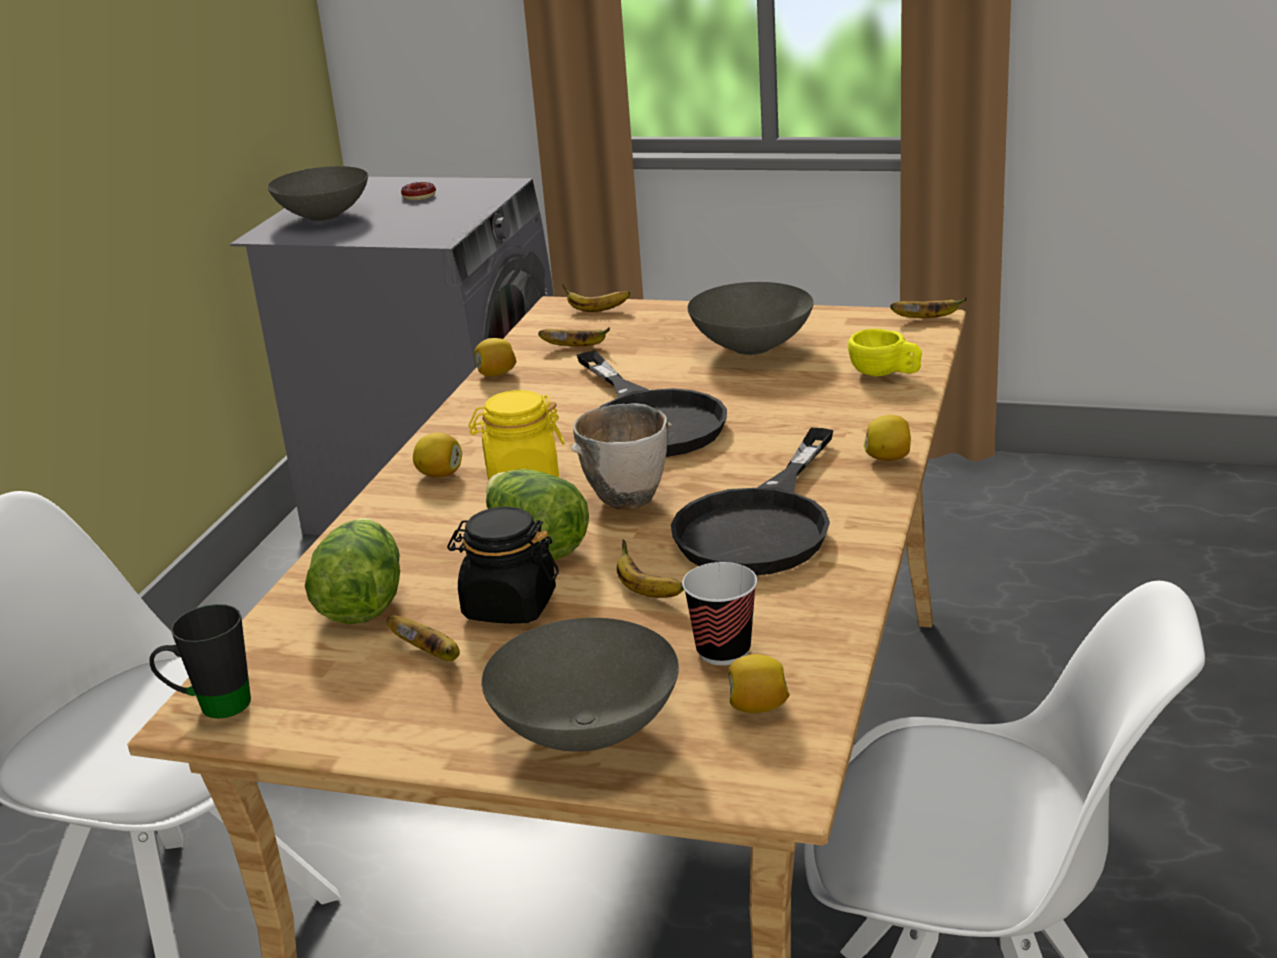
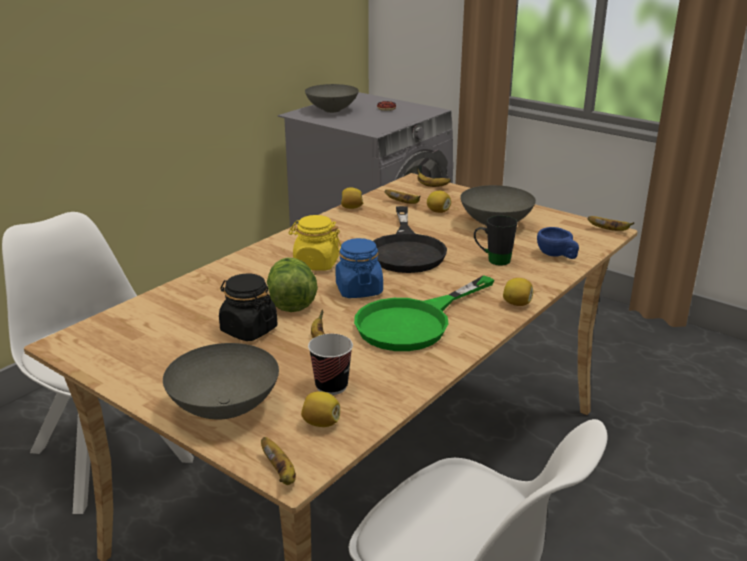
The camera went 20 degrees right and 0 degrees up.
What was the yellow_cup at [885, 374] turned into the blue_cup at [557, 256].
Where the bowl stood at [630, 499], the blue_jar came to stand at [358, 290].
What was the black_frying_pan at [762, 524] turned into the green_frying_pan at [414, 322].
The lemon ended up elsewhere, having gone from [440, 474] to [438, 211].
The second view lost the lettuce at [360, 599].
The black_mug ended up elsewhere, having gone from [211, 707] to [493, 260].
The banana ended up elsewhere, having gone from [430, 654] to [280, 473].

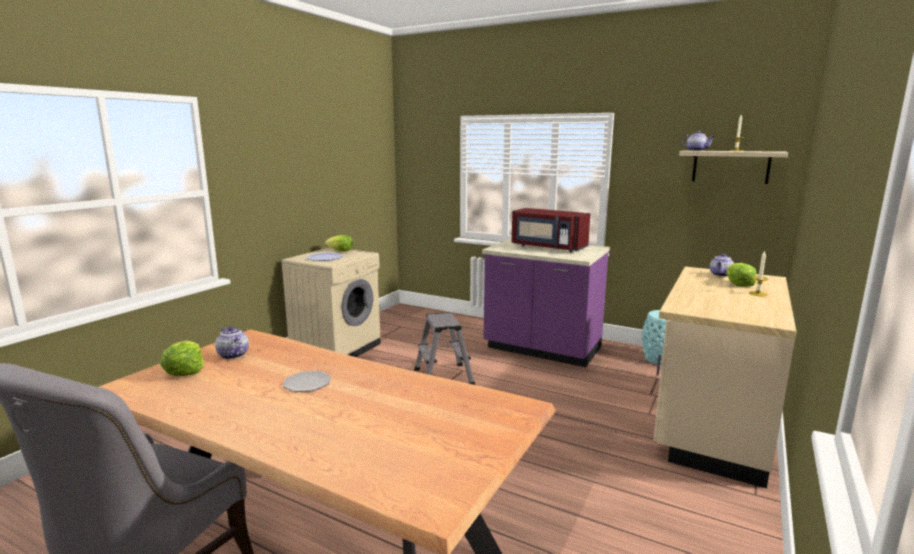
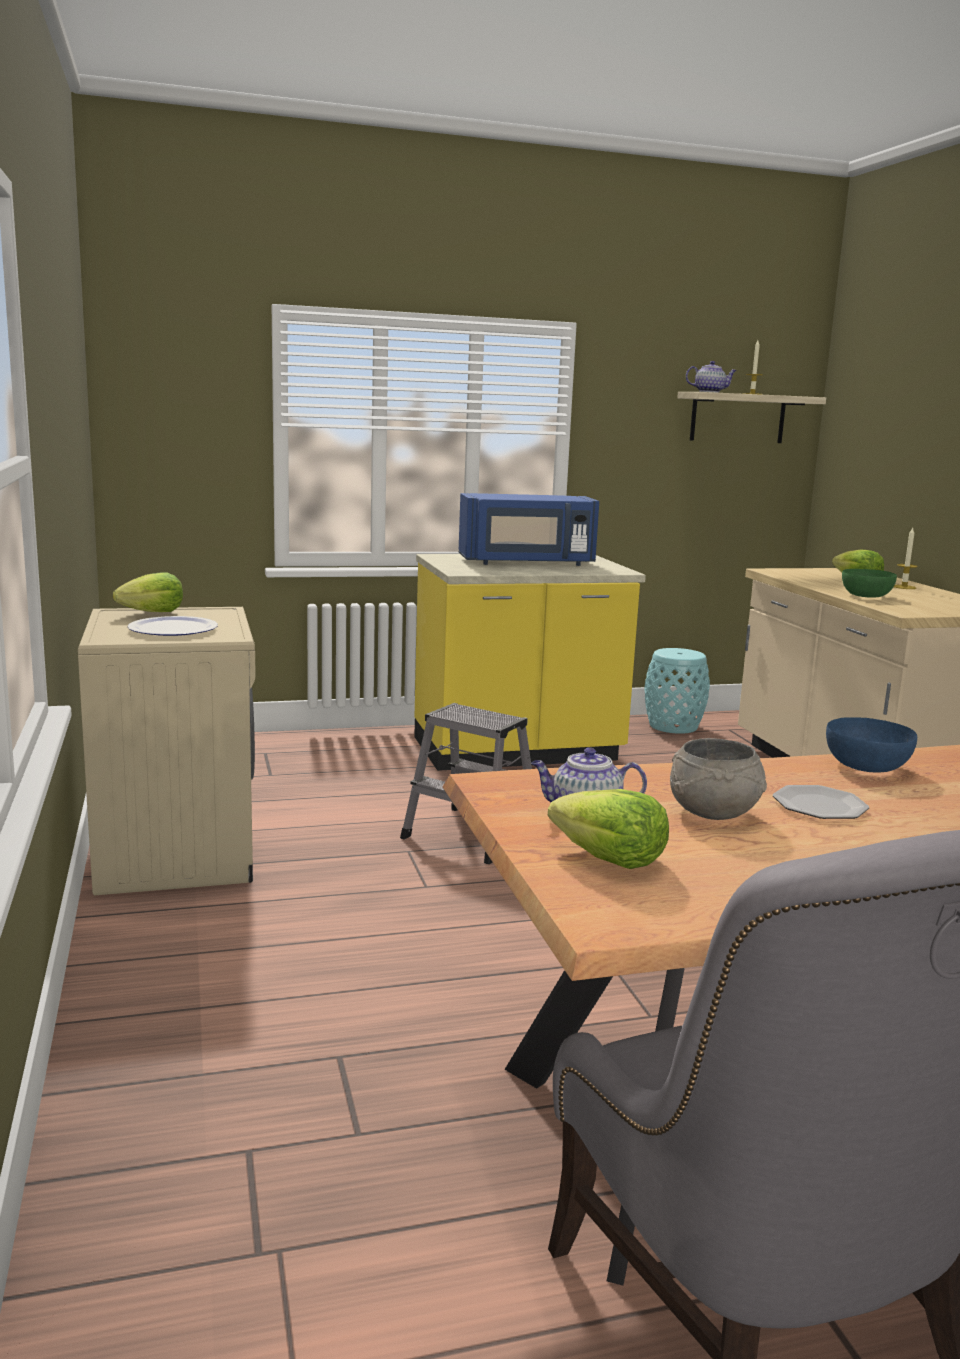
The camera went 45 degrees left and 0 degrees up.
What was the red_microwave at [548, 247] turned into the blue_microwave at [527, 563].
What was the purple_counter at [542, 349] turned into the yellow_counter at [517, 752].
The second view lost the teapot at [721, 275].
The second view gained the green_bowl at [867, 596].
The second view gained the blue_bowl at [867, 767].
The second view gained the grey_bowl at [714, 813].

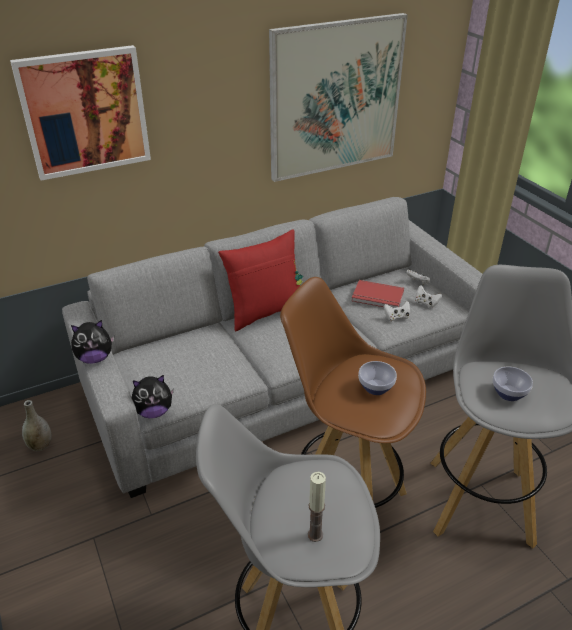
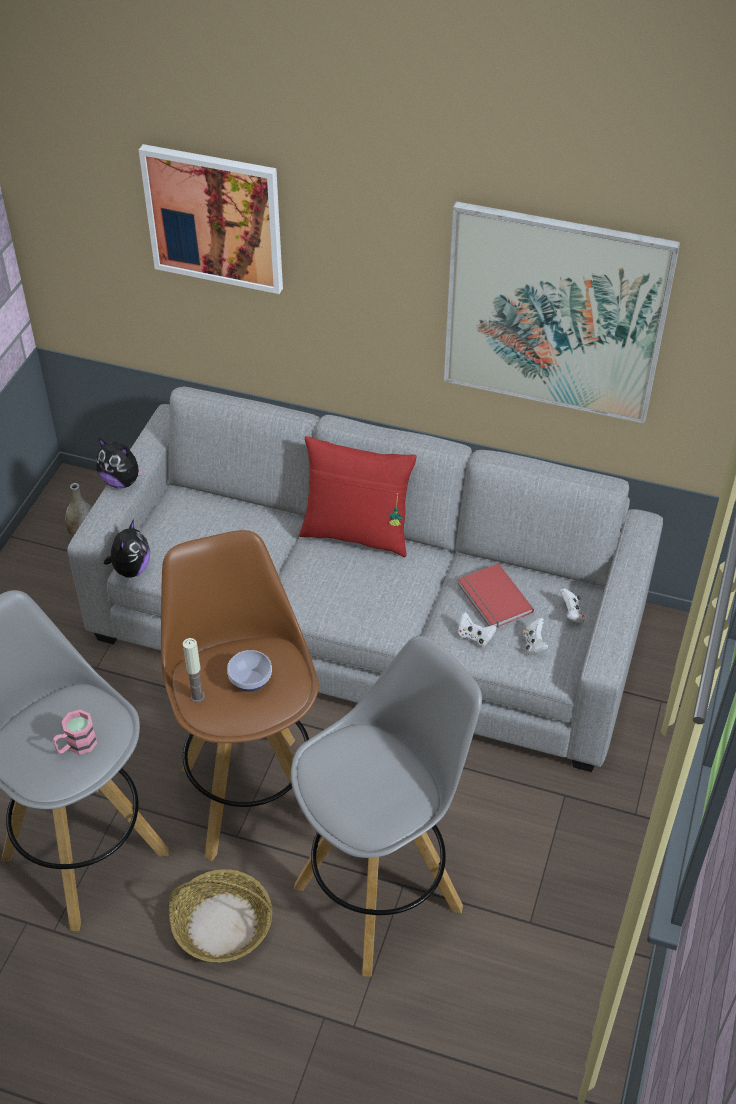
The camera went 45 degrees right and 10 degrees up.
The second view lost the bowl at [510, 394].
The plush_toy at [154, 411] ended up facing another way, 105 degrees counterclockwise from before.
The candle ended up elsewhere, having gone from [315, 535] to [197, 696].
The second view gained the pink_mug at [76, 746].
The second view gained the basket at [222, 925].

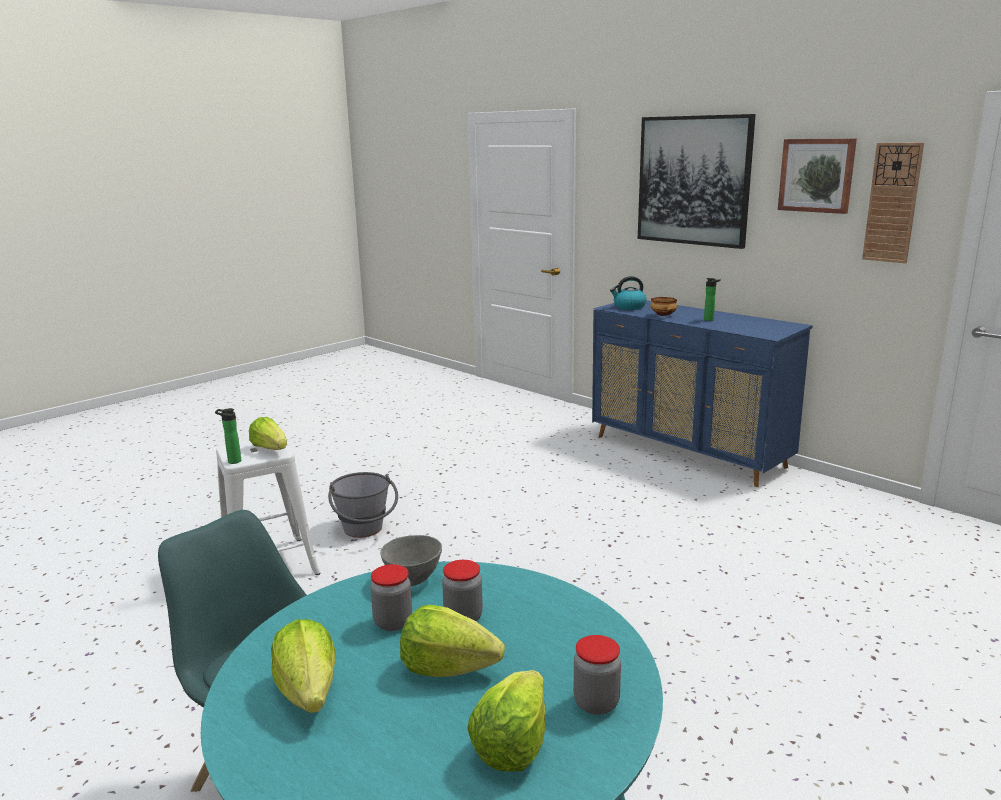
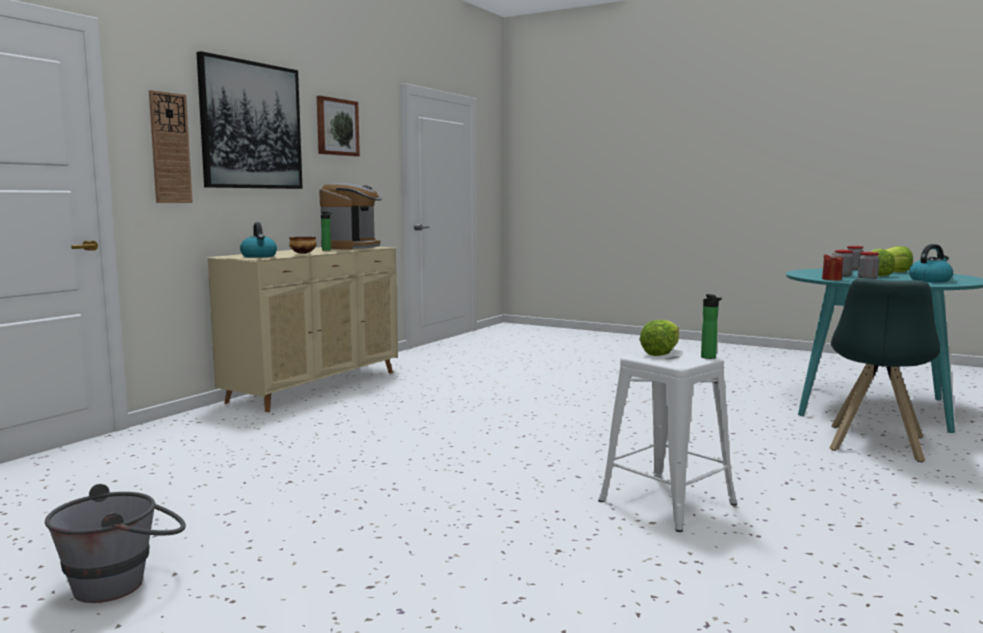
The camera went 105 degrees left and 10 degrees down.
The wall_clock ended up elsewhere, having gone from [892, 203] to [170, 148].
What was the blue_cabinet at [688, 451] turned into the beige_cabinet at [315, 387].
The grey_bucket ended up elsewhere, having gone from [365, 532] to [124, 582].
Where the grey_bowl stood at [413, 579], the red_candle came to stand at [831, 279].
Where the lettuce stood at [308, 692], the kettle came to stand at [930, 280].
The second view gained the coffee_machine at [351, 247].

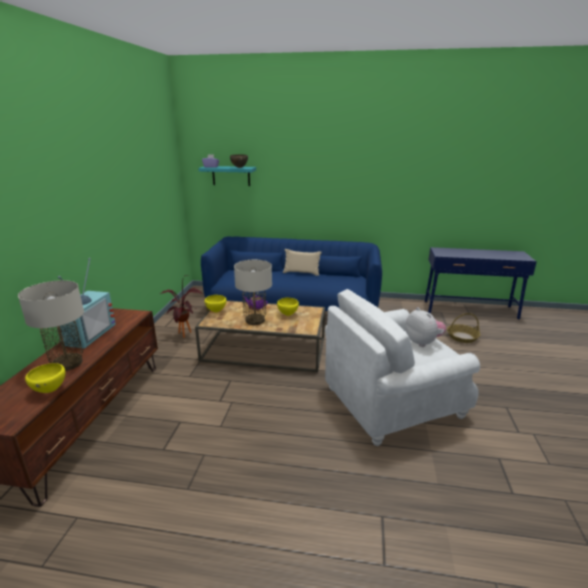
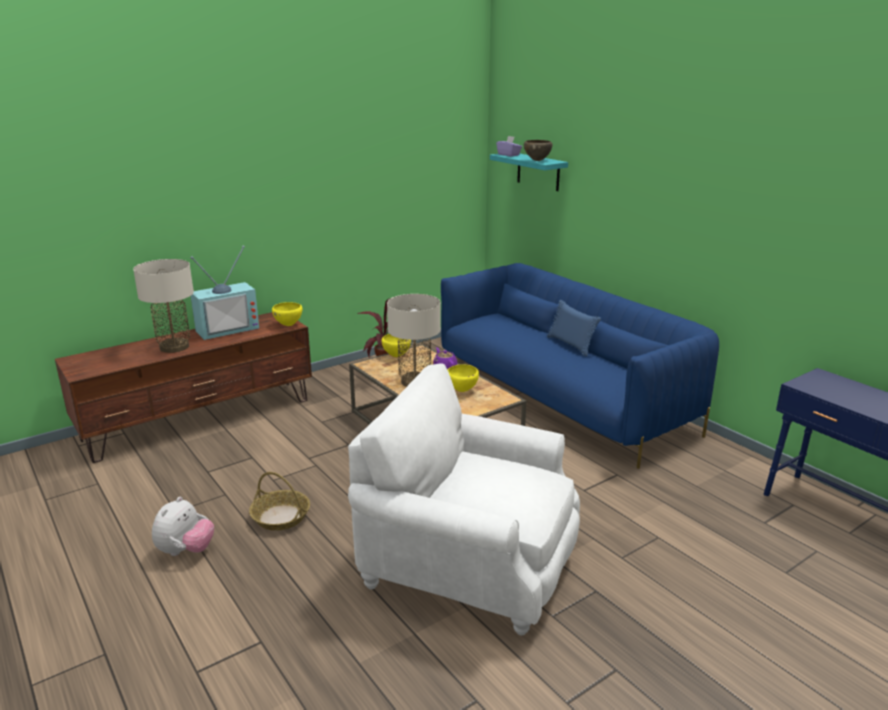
The camera went 45 degrees right and 0 degrees up.
What was the beige_pillow at [301, 273] turned into the blue_pillow at [571, 345].
The plush_toy ended up elsewhere, having gone from [423, 342] to [186, 551].
The basket ended up elsewhere, having gone from [462, 337] to [281, 517].
The yellow_bowl ended up elsewhere, having gone from [50, 390] to [288, 325].

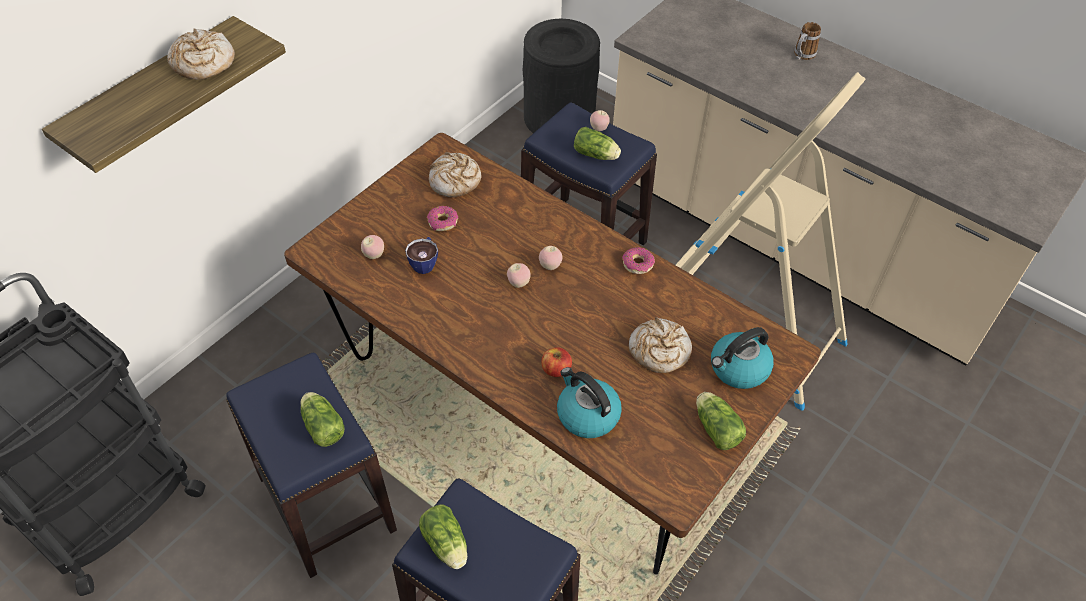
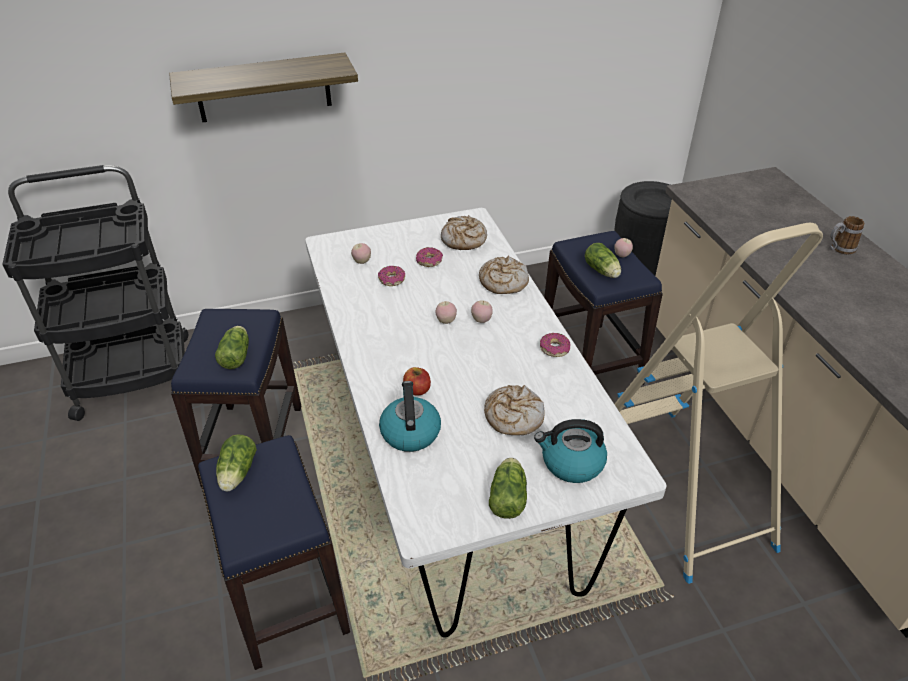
The camera went 35 degrees right and 10 degrees down.
The bread ended up elsewhere, having gone from [202, 63] to [503, 282].
What was the brown_dining_table at [538, 412] turned into the white_dining_table at [451, 464].
Where the cup stood at [425, 262], the donut came to stand at [391, 280].

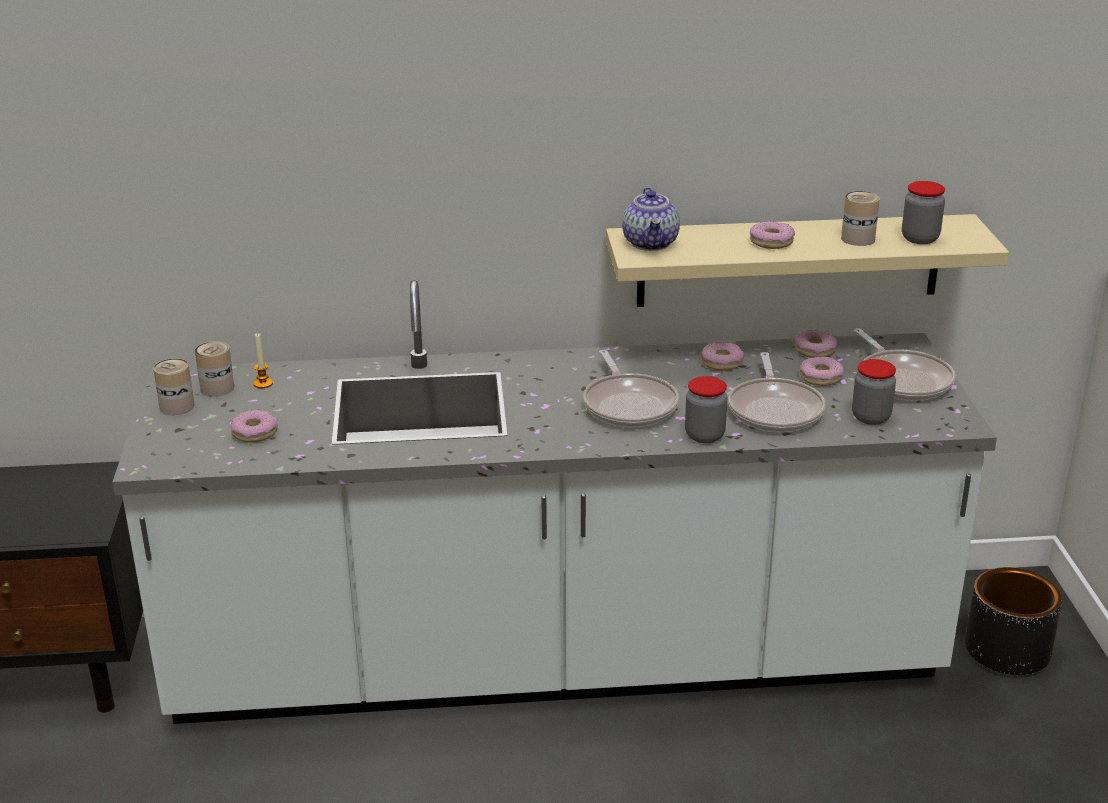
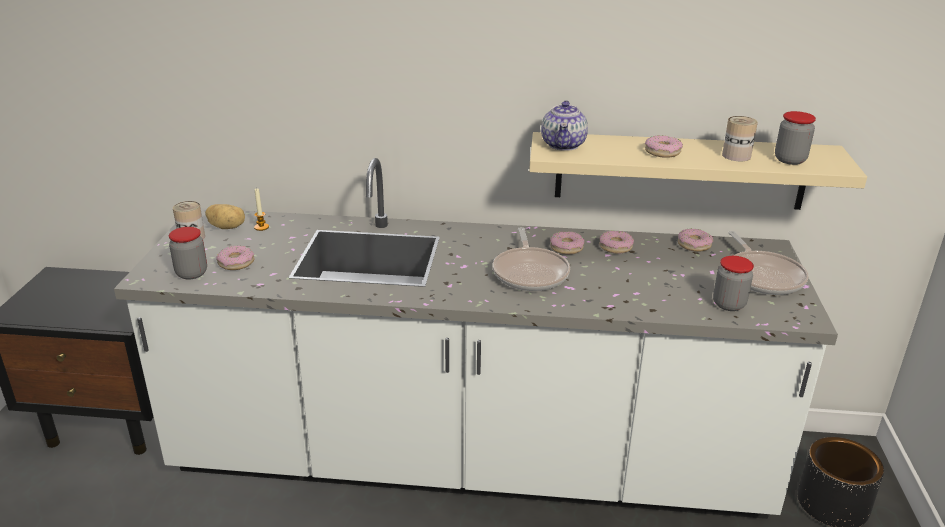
The camera went 10 degrees right and 0 degrees up.
Where the can stood at [217, 388], the potato came to stand at [227, 227].
The second view lost the frying_pan at [775, 409].
The donut ended up elsewhere, having gone from [820, 377] to [566, 248].
The jar ended up elsewhere, having gone from [704, 435] to [191, 273].

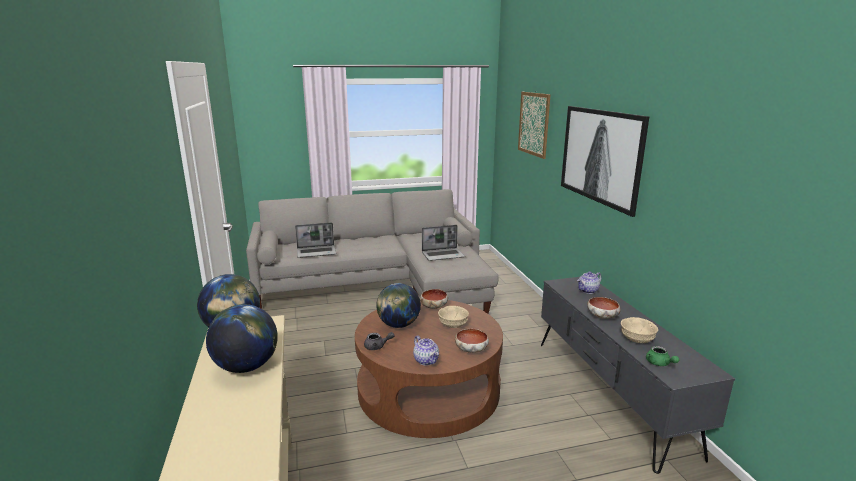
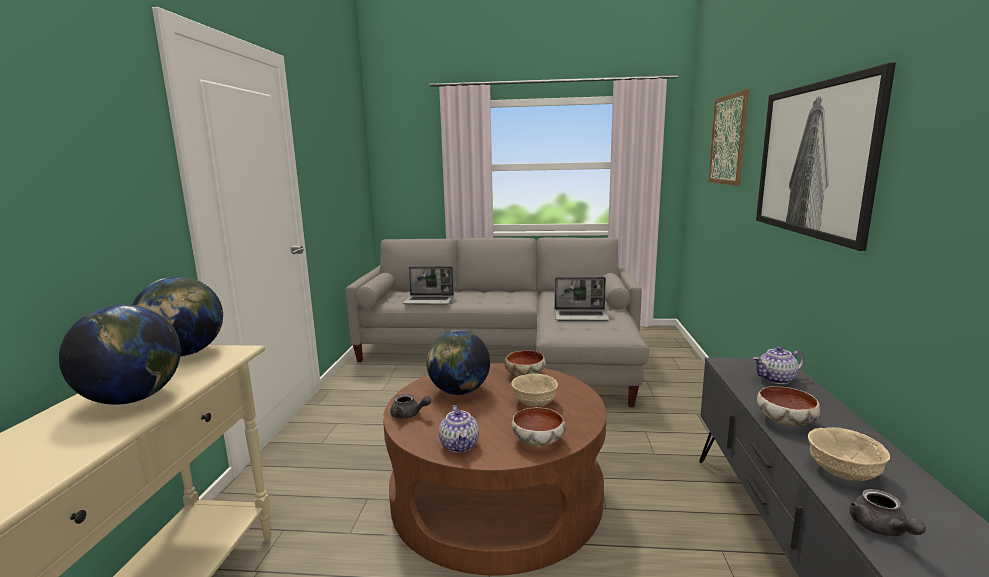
The camera went 20 degrees right and 5 degrees down.
What was the green_teapot at [659, 363] turned into the grey_teapot at [881, 529].

